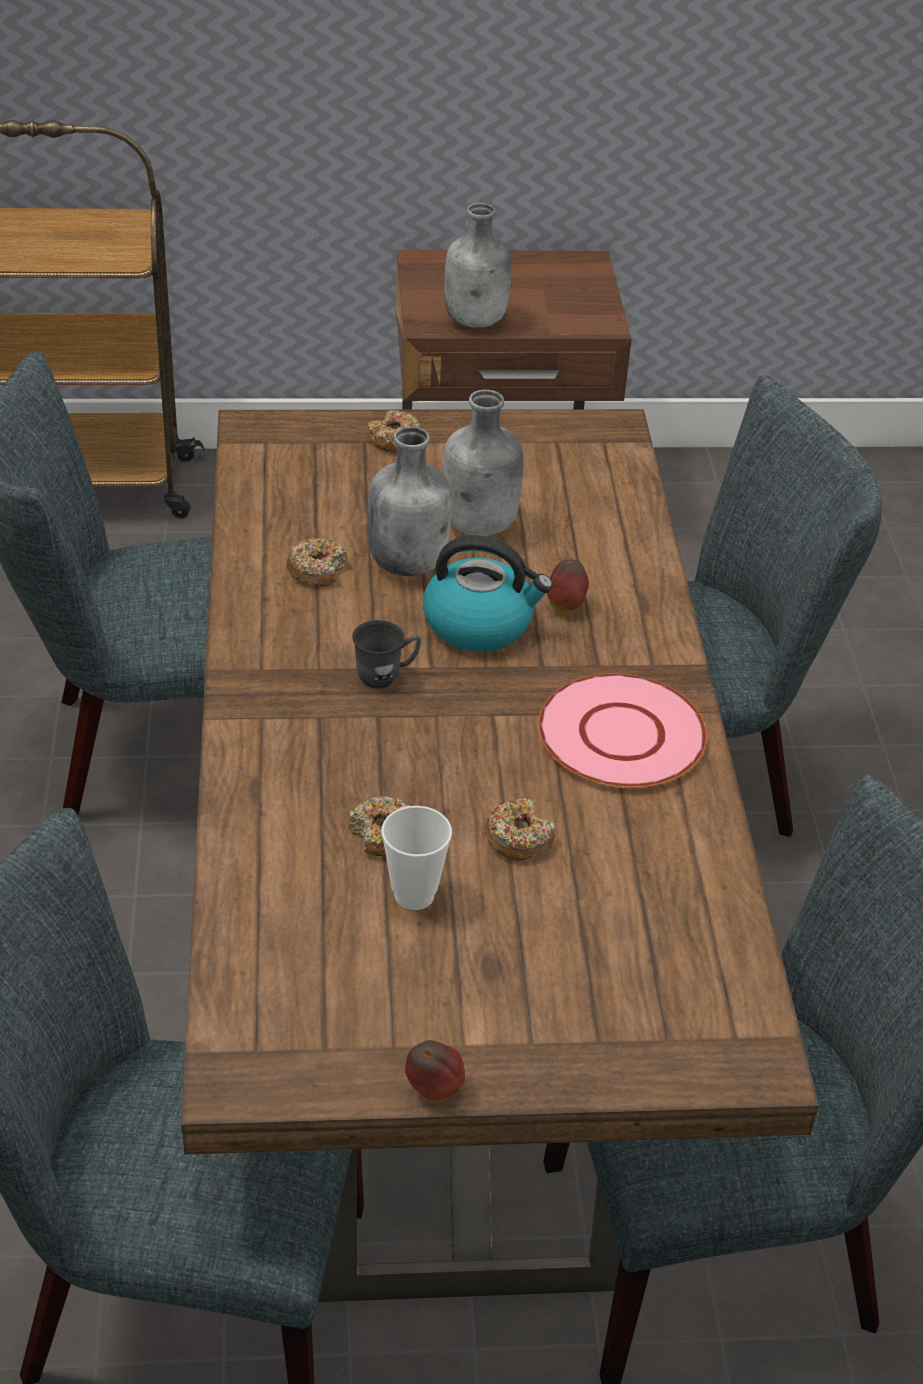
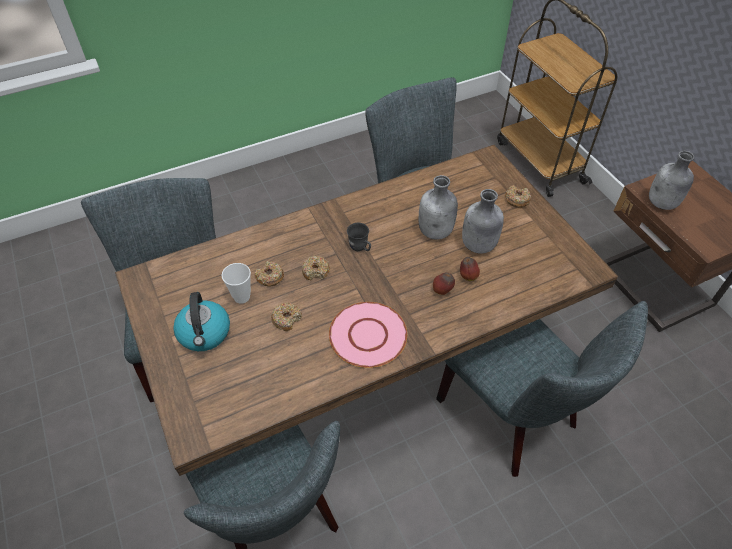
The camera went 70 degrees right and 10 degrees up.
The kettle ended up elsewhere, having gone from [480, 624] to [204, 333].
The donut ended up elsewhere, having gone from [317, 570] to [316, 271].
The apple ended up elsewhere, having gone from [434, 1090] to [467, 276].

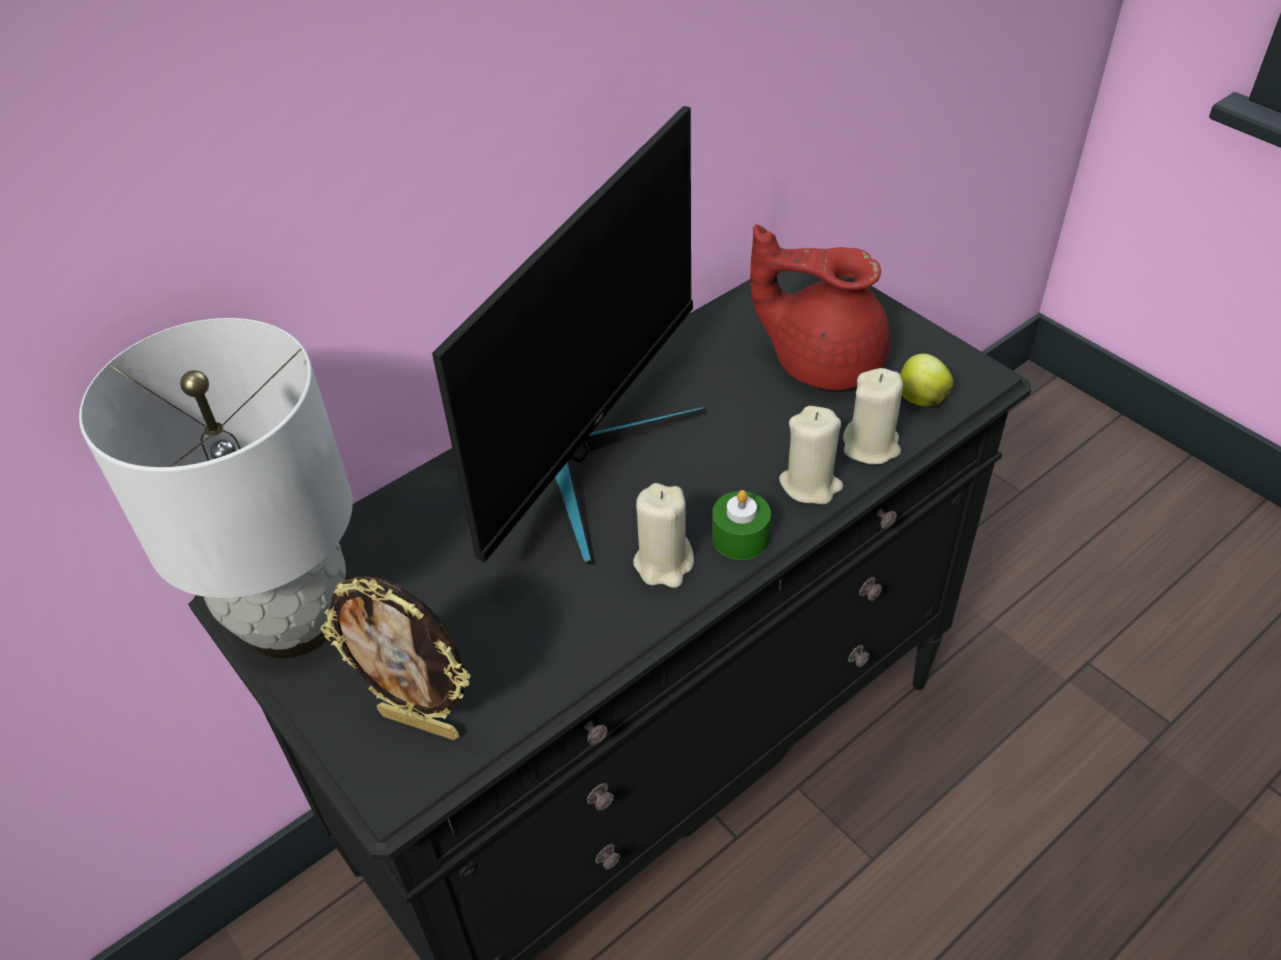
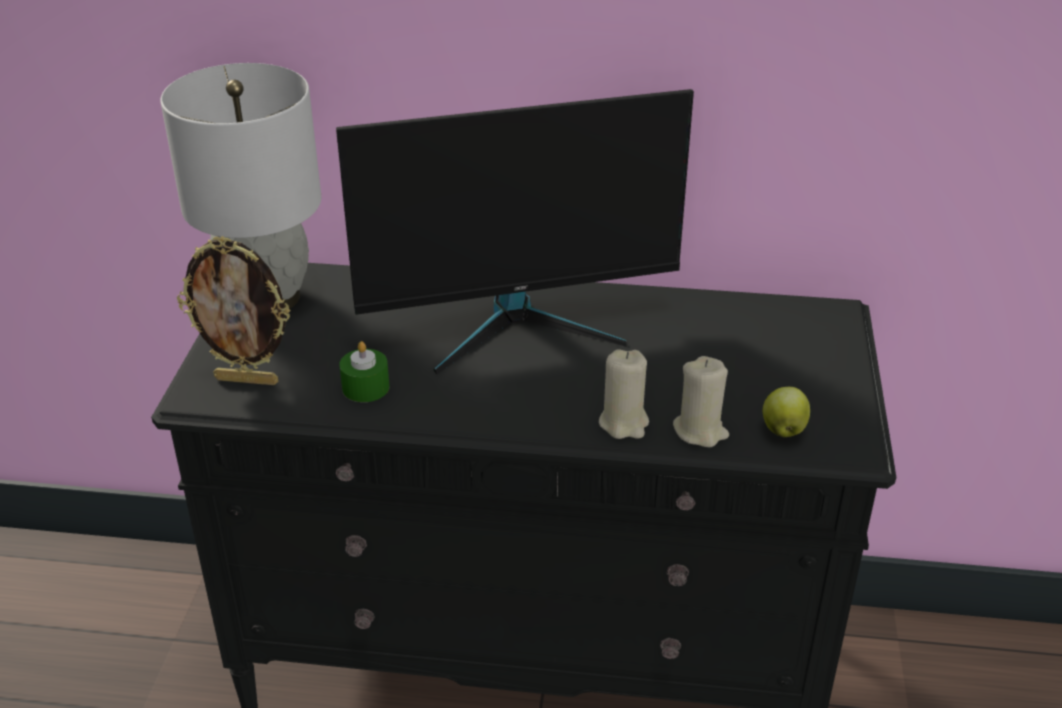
The camera went 45 degrees right and 10 degrees down.
The second view lost the red_teapot at [822, 360].
The second view lost the beige_candle at [664, 563].
The green_candle ended up elsewhere, having gone from [740, 537] to [365, 387].
The picture_frame at [421, 723] ended up facing another way, 60 degrees counterclockwise from before.

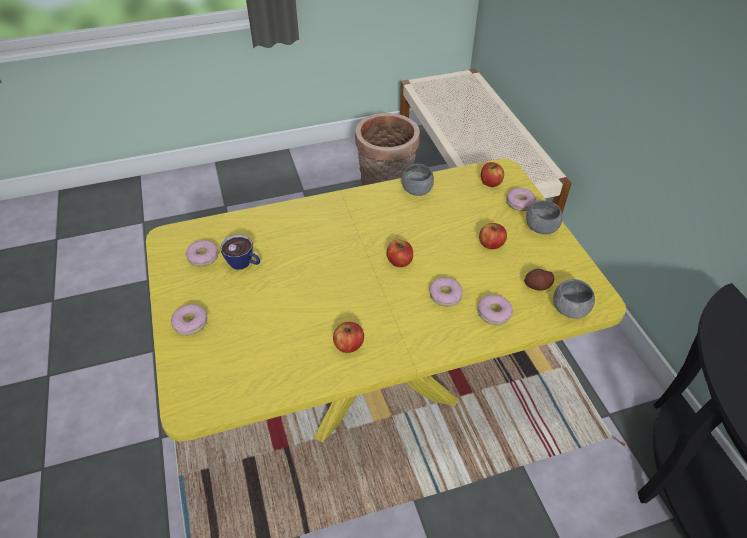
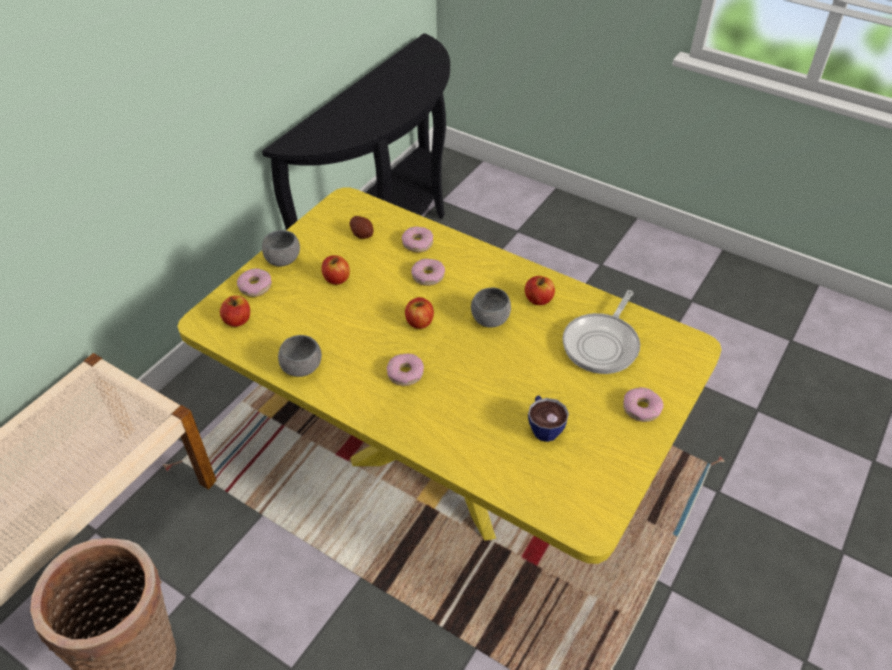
The camera went 130 degrees left and 0 degrees up.
The donut ended up elsewhere, having gone from [203, 257] to [405, 373].
The grey_bowl ended up elsewhere, having gone from [570, 309] to [490, 319].
The second view gained the frying_pan at [602, 344].

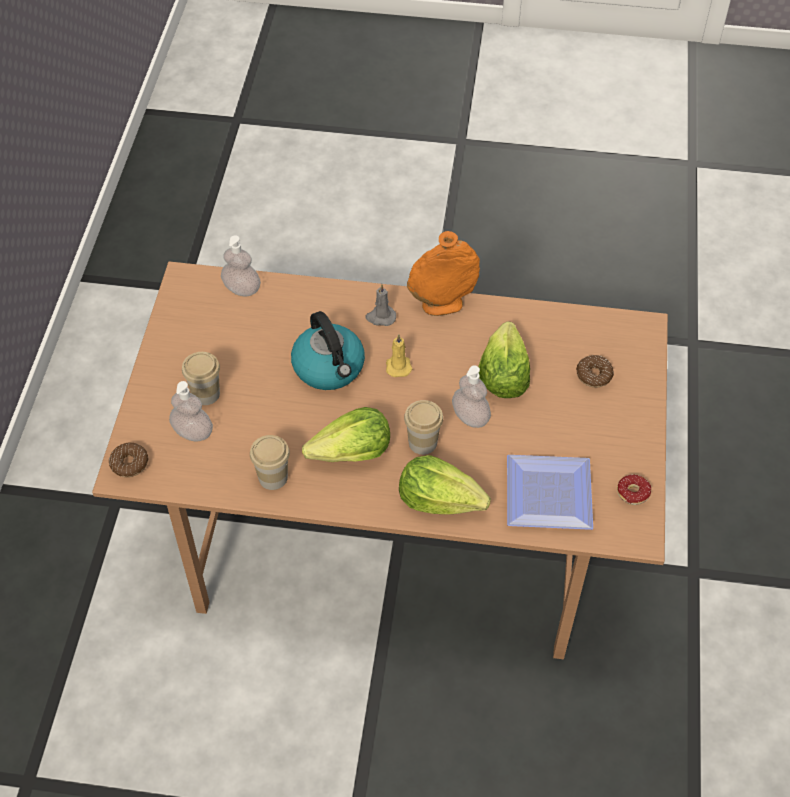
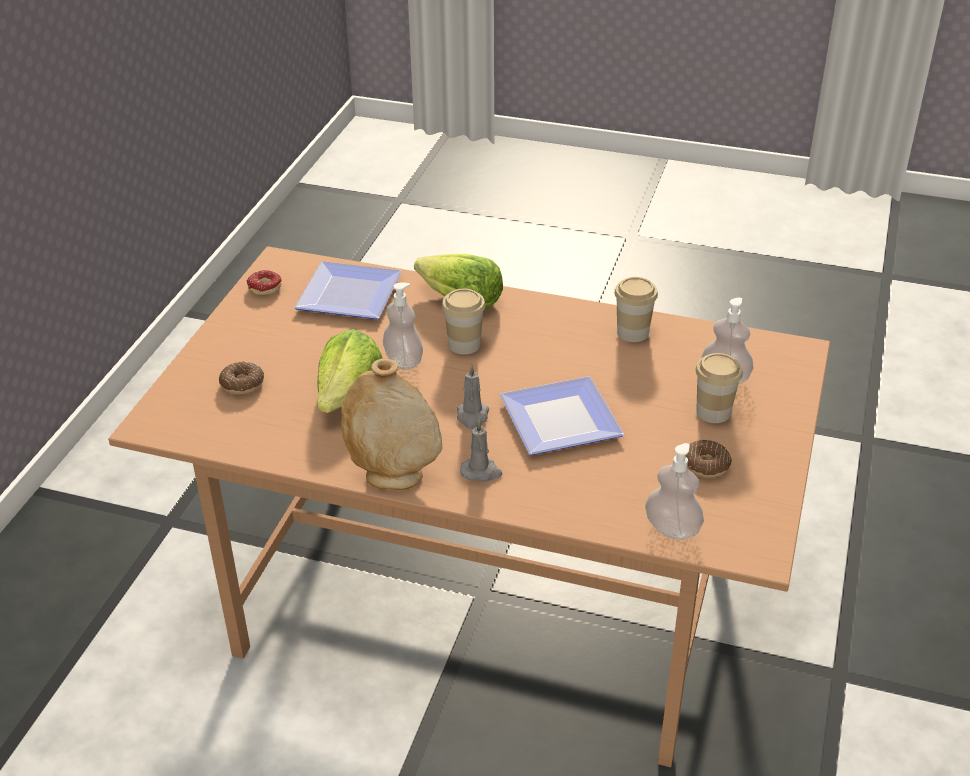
The camera went 170 degrees left and 15 degrees down.
What was the orange_vase at [442, 305] turned into the beige_vase at [394, 477].
Where the kettle stood at [329, 368], the plate came to stand at [558, 423].
What was the yellow_candle at [398, 366] turned into the grey_candle at [472, 416].
The second view lost the lettuce at [352, 453].
The donut ended up elsewhere, having gone from [129, 463] to [705, 465].

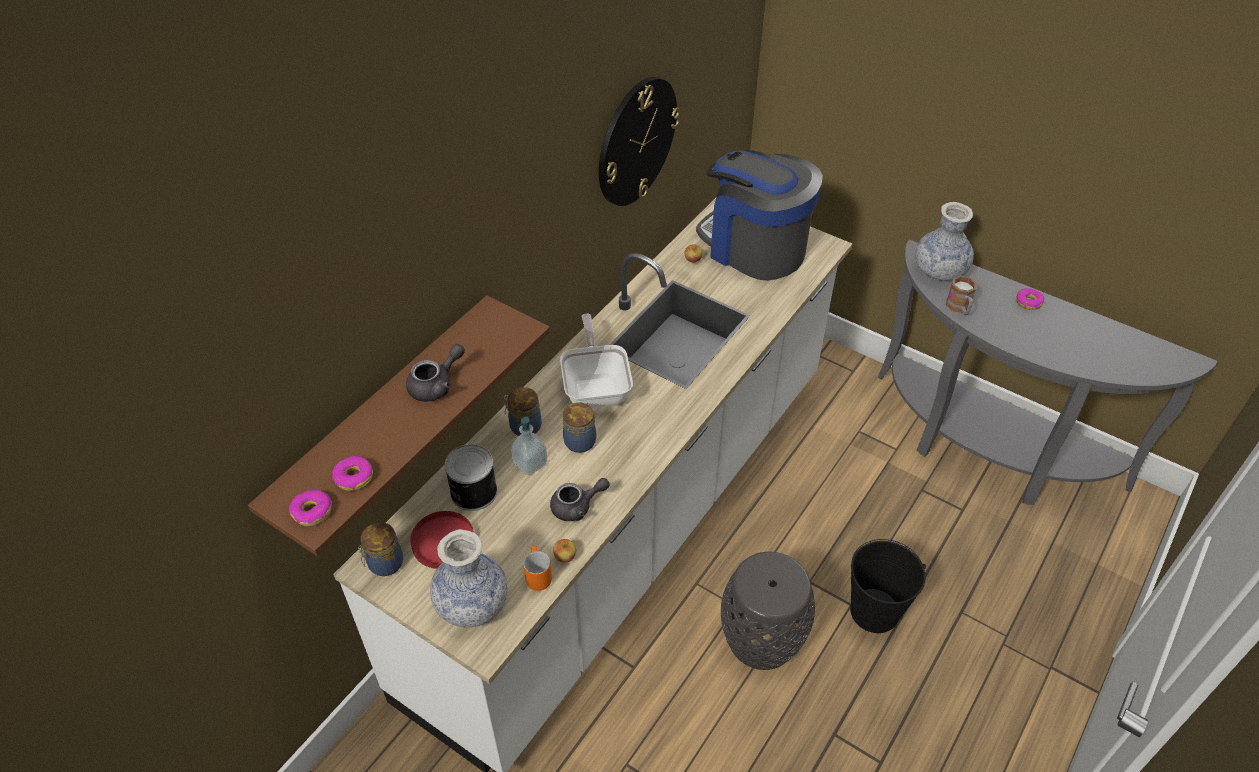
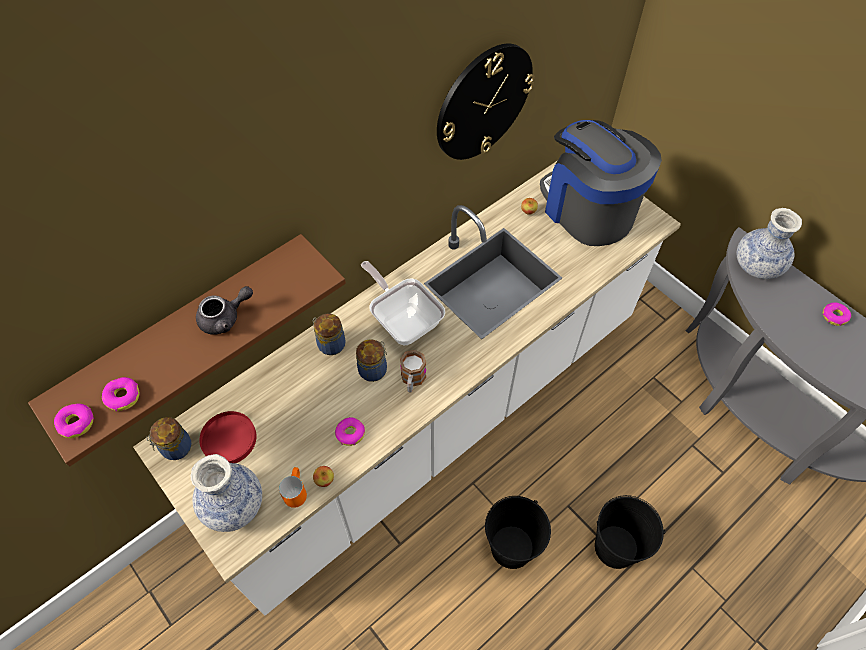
The camera went 15 degrees right and 10 degrees up.
The mug ended up elsewhere, having gone from [959, 308] to [412, 380].
The frying_pan at [596, 387] ended up facing another way, 45 degrees counterclockwise from before.
The second view lost the soap_dispenser at [530, 463].
The second view lost the can at [472, 492].
Where the grey_teapot stood at [577, 507], the donut came to stand at [350, 433].
Where the grey_stool stood at [762, 639], the black_bucket came to stand at [512, 547].

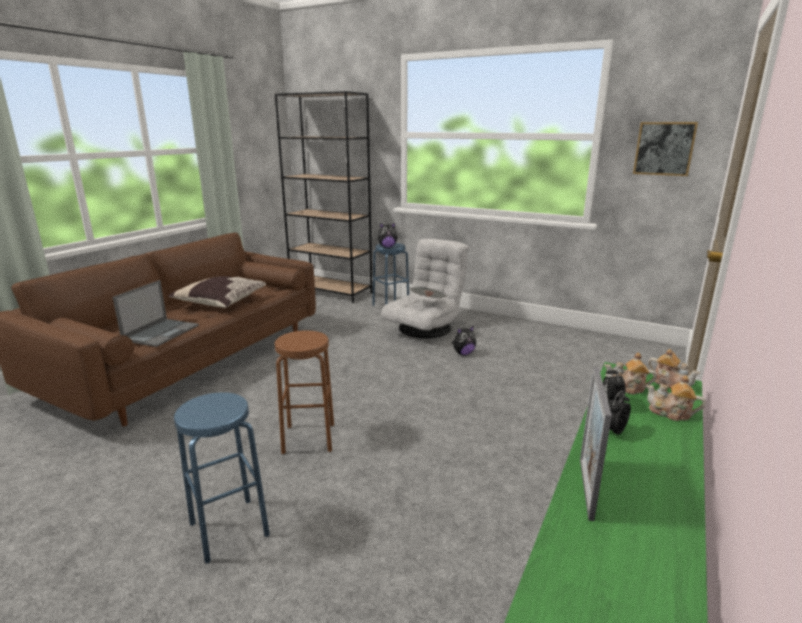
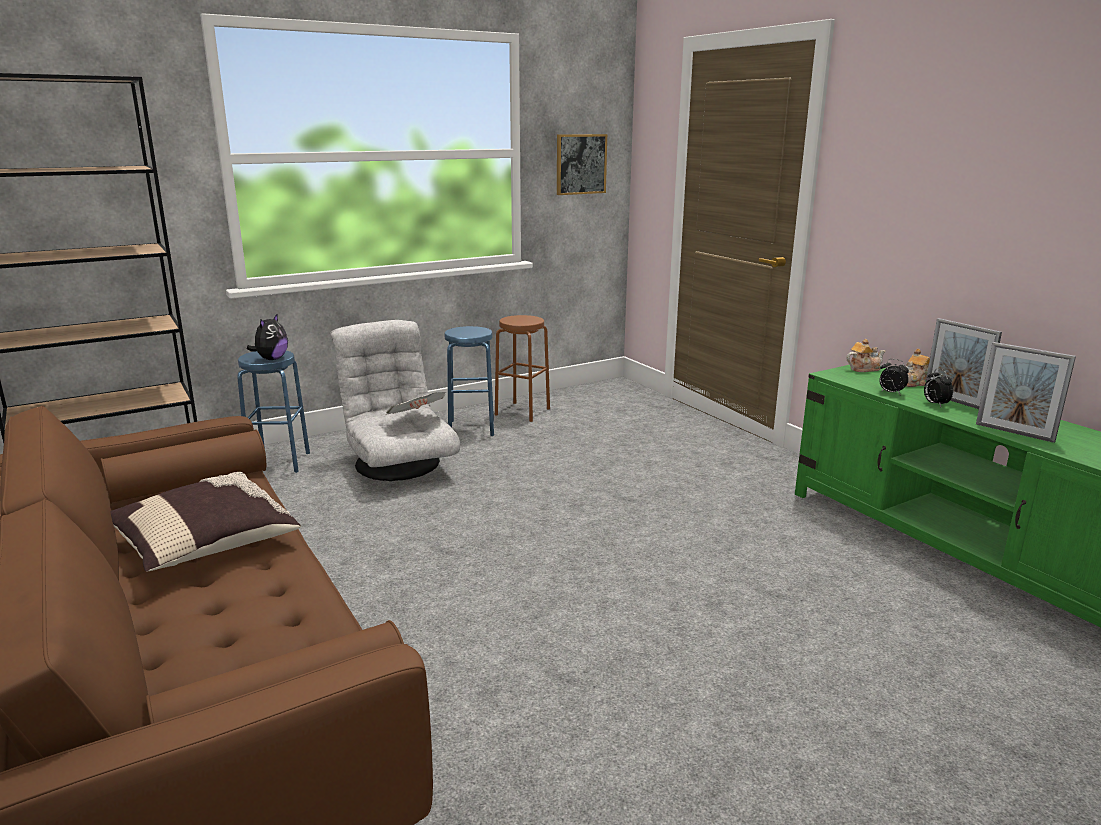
The camera went 60 degrees left and 0 degrees up.
The second view lost the laptop at [161, 332].
The second view lost the plush_toy at [463, 353].
The brown_stool ended up elsewhere, having gone from [309, 438] to [522, 411].
The second view lost the teapot at [627, 388].
The blue_stool ended up elsewhere, having gone from [229, 529] to [471, 428].
The second view gained the picture_frame at [953, 401].

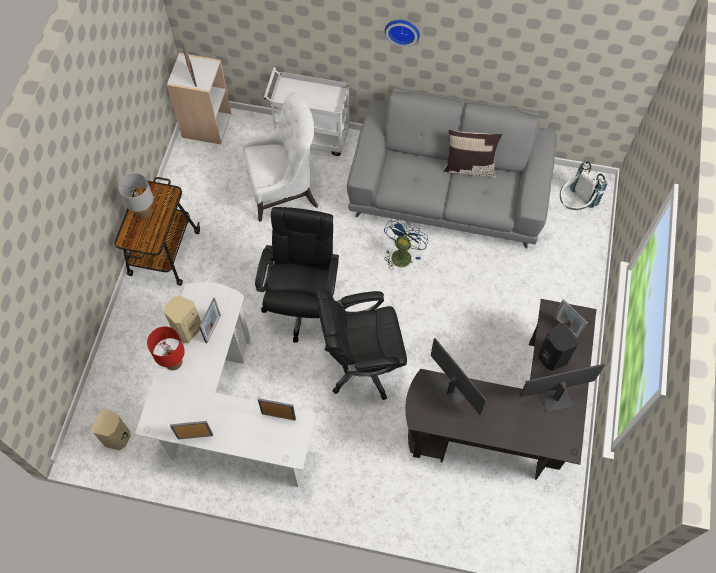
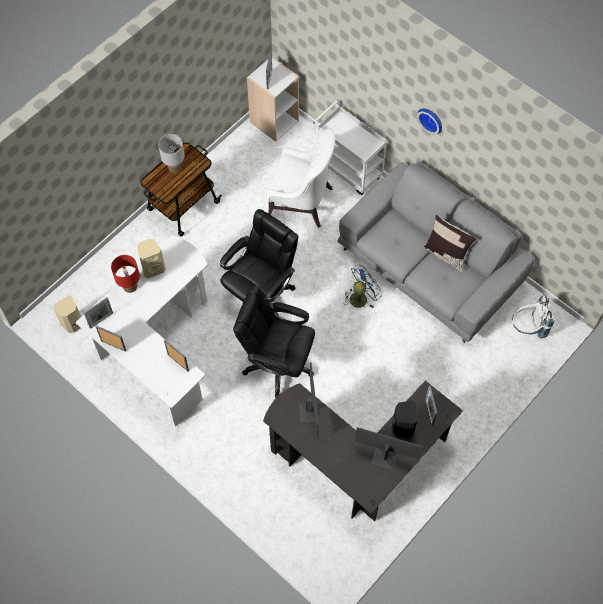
The camera went 30 degrees right and 0 degrees up.
The picture_frame ended up elsewhere, having gone from [213, 329] to [101, 320].

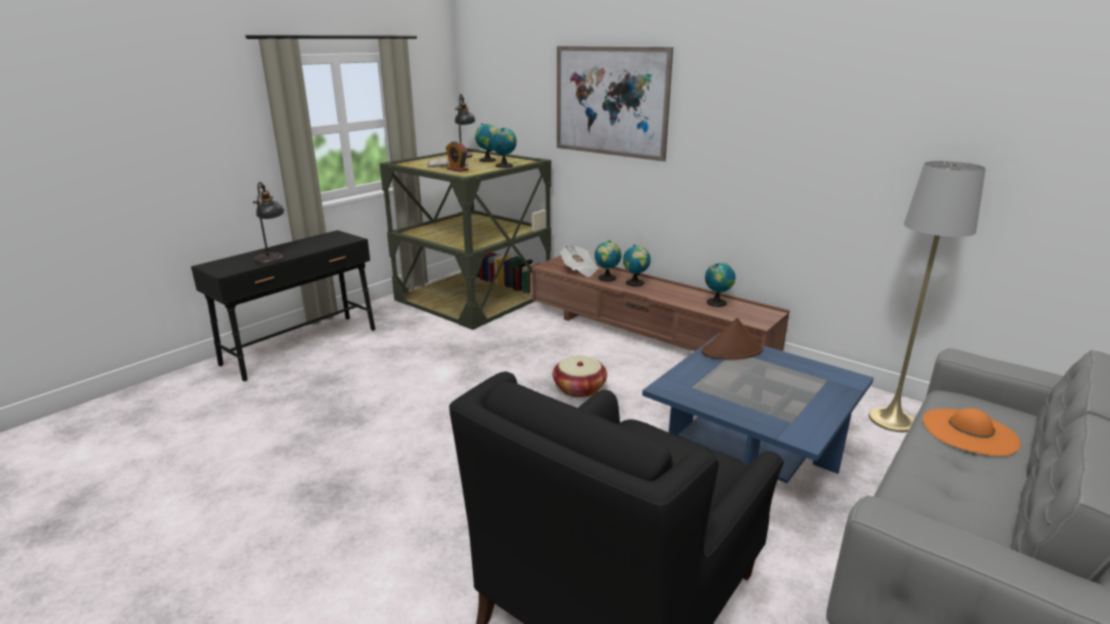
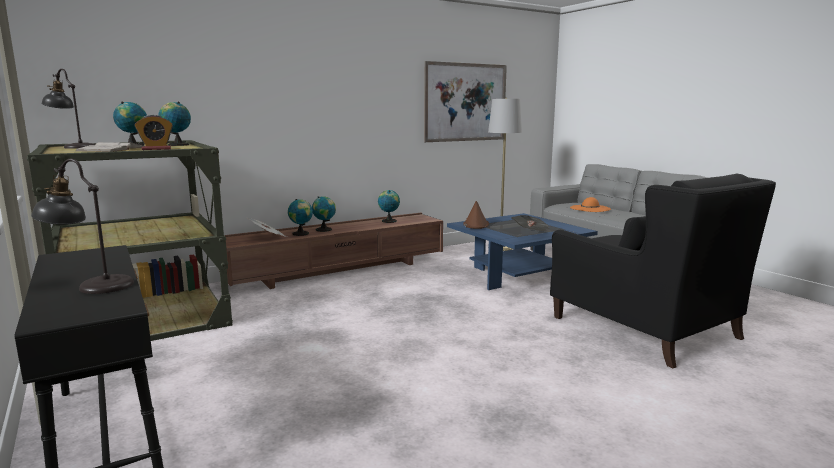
The camera went 70 degrees left and 10 degrees down.
The picture ended up elsewhere, having gone from [610, 101] to [466, 102].
The second view lost the basket at [579, 388].
The second view gained the newspaper at [531, 233].

